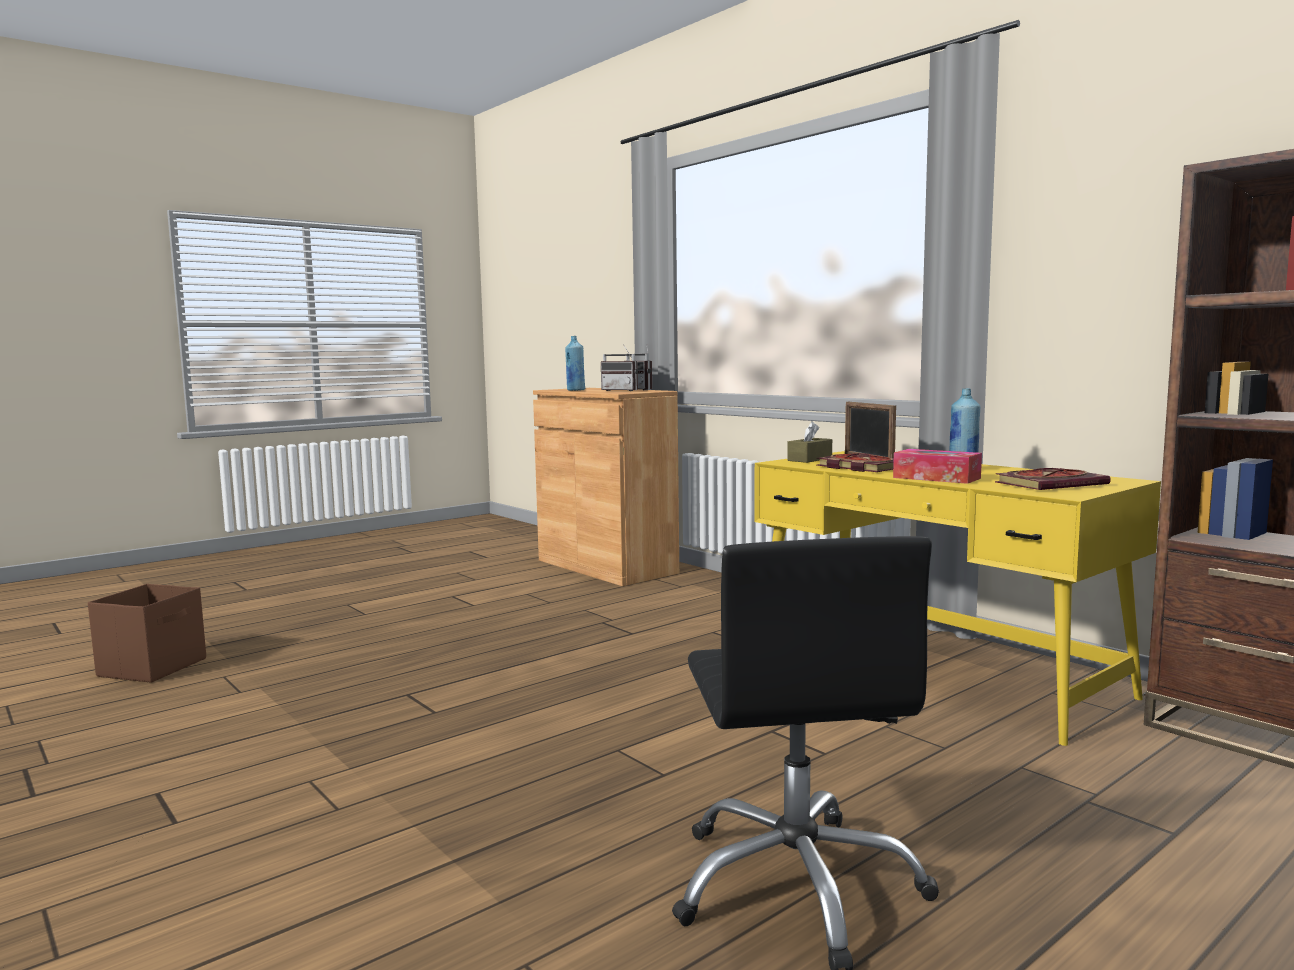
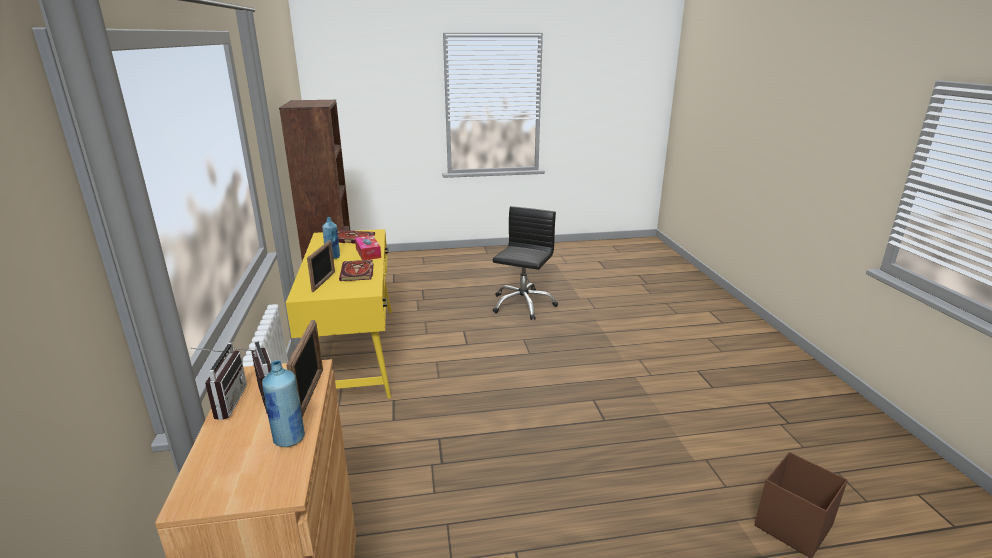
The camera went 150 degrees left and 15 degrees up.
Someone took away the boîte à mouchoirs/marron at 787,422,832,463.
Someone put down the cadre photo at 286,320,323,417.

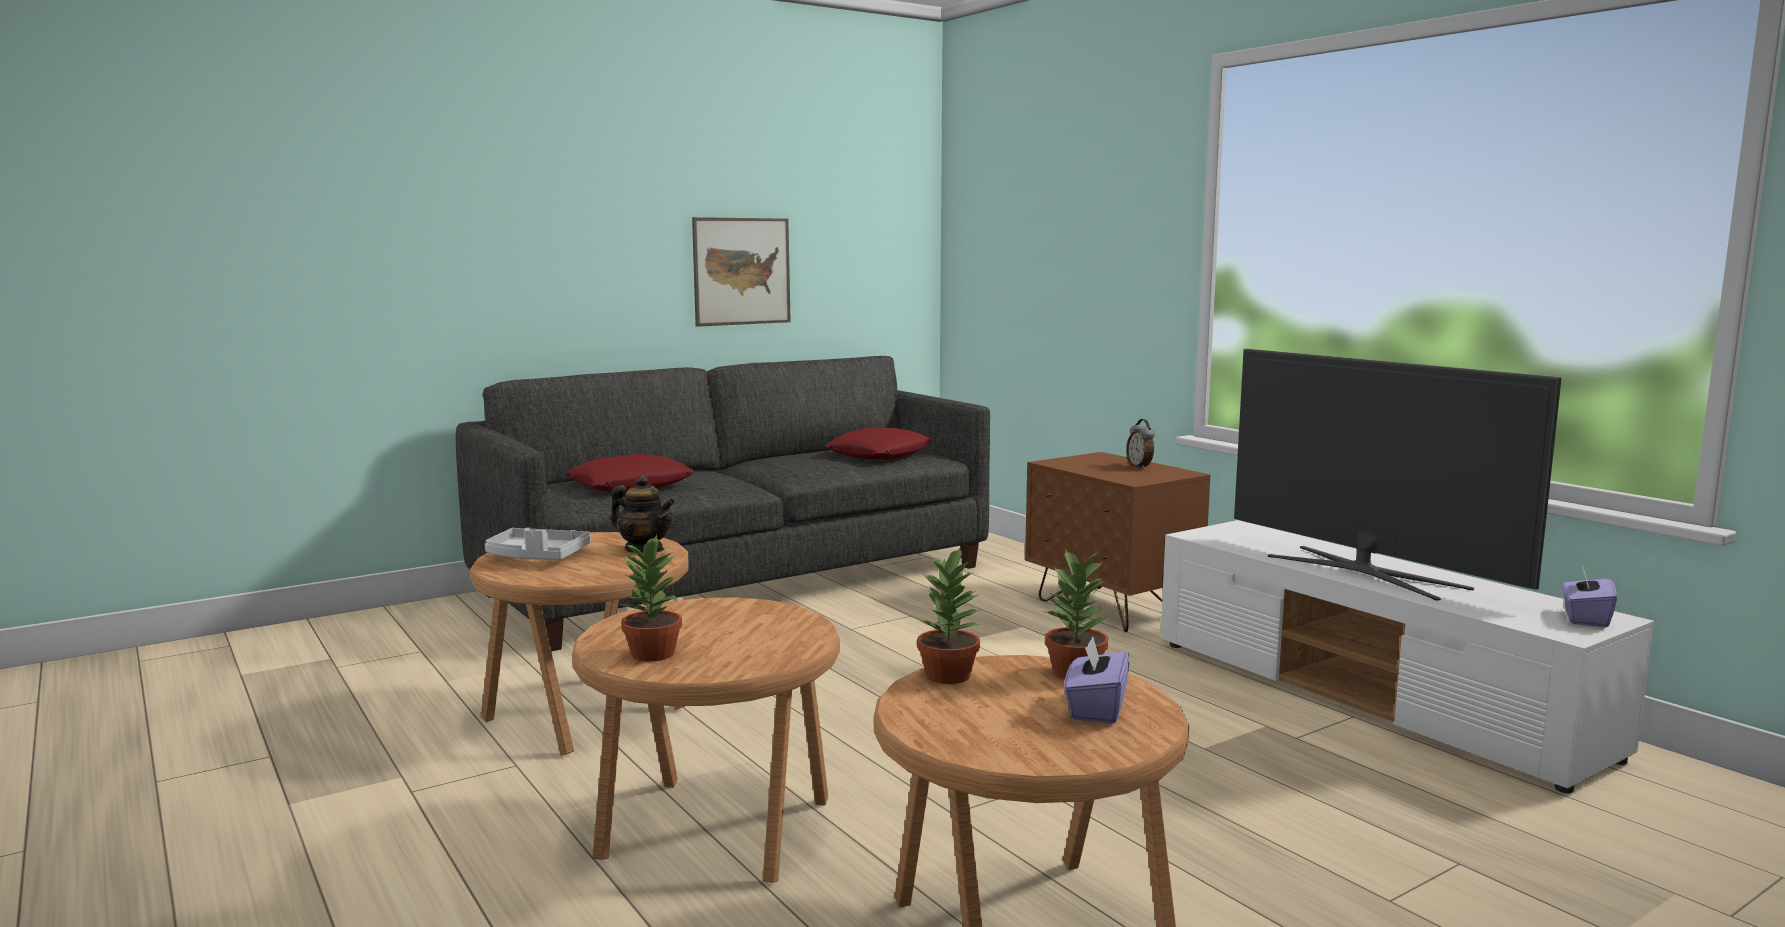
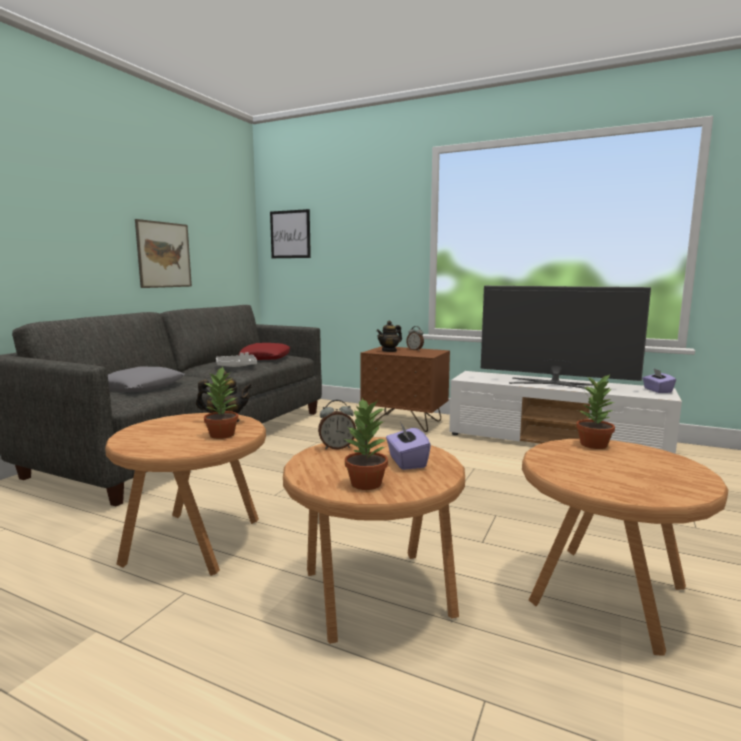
The camera went 30 degrees left and 0 degrees up.
Someone repainted the coussin/rouge at 565,454,695,492, which became the coussin/gris at 108,367,185,392.
Someone carried the plateau/gris from 485,528,591,560 to 216,352,257,367.
Someone carried the plante en pot from 917,547,980,684 to 203,367,238,439.
Someone carried the boîte à mouchoirs/violet from 1064,636,1130,724 to 386,422,431,470.
Someone put up the tableau at 270,209,311,258.
Someone put down the théière at 377,321,402,352.
Someone put down the réveil at 318,400,356,449.

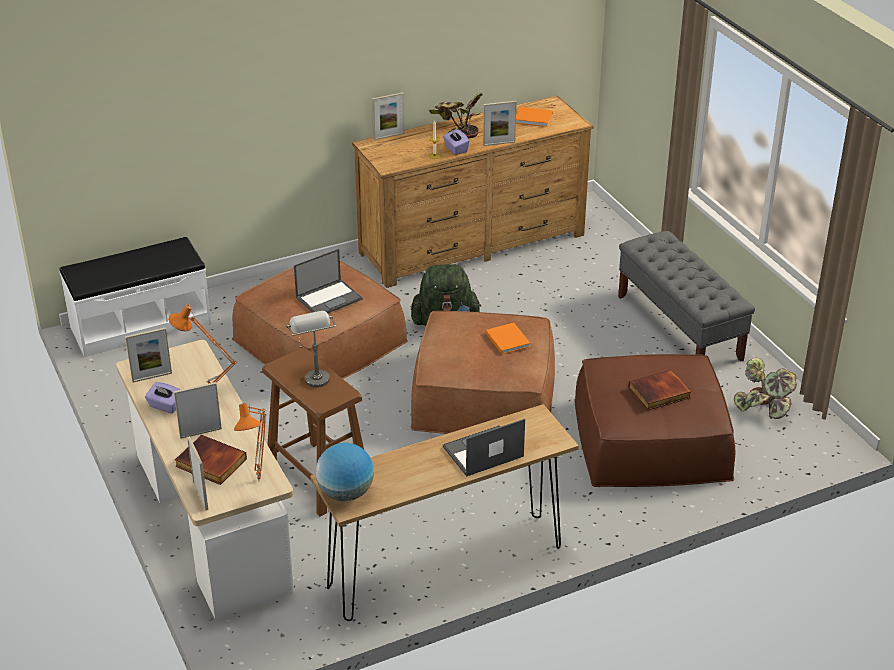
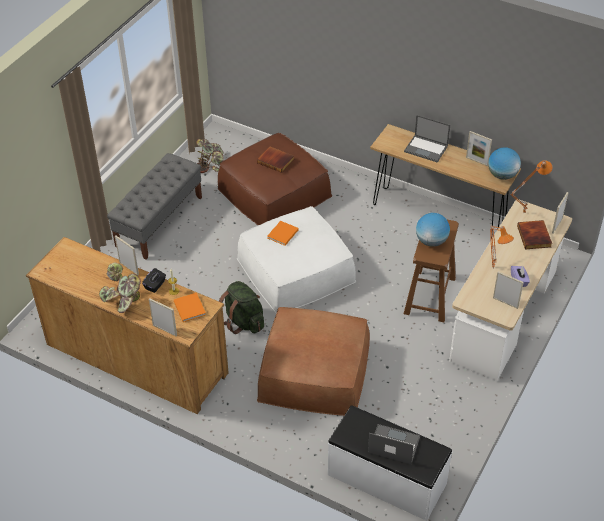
The camera went 125 degrees left and 10 degrees up.
Someone carried the livre/orange from 516,107,553,127 to 174,293,206,322.
Someone repainted the boîte à mouchoirs/violet at 443,129,470,155, which became the boîte à mouchoirs/noir at 142,268,166,293.
Someone carried the ordinateur portable from 294,249,362,313 to 368,424,420,464.
Someone swapped the lampe de table/gris at 286,311,336,388 for the globe at 416,213,450,247.
Someone repainted the pouf/marron at 411,311,555,434, which became the pouf/blanc at 237,206,356,313.
Someone carried the cadre photo from 174,382,222,439 to 466,131,492,166.

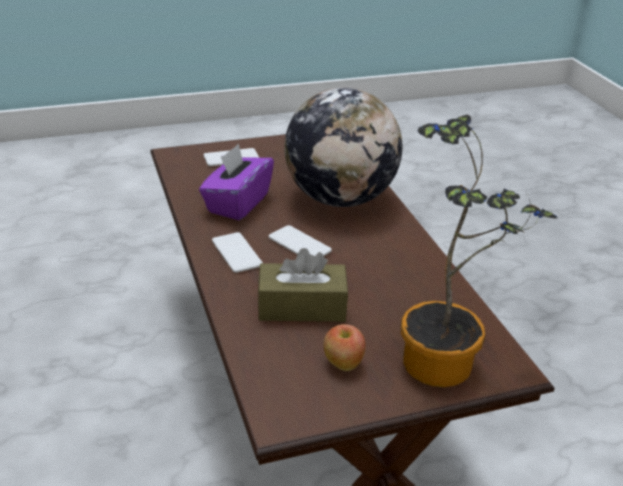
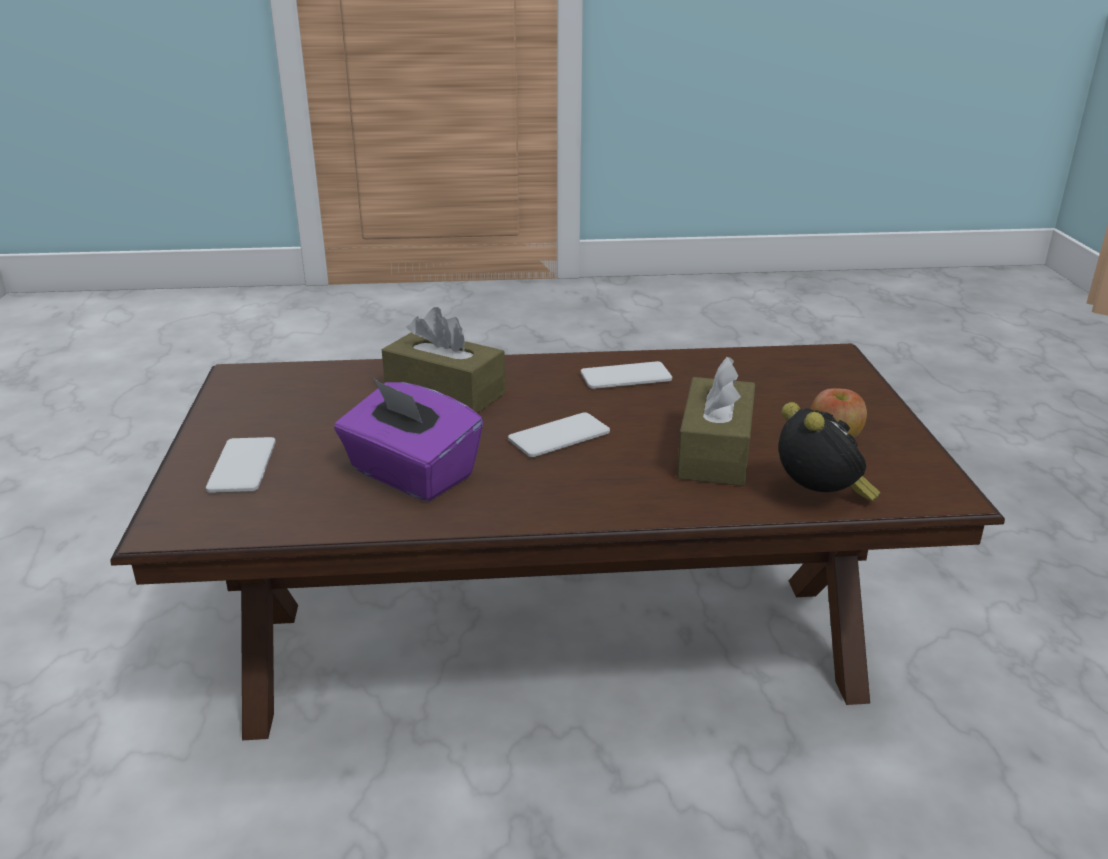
The camera went 75 degrees left and 5 degrees down.
Someone swapped the globe at 284,87,402,207 for the boîte à mouchoirs/marron at 382,307,505,414.
Someone took away the plante en pot at 401,114,558,387.
Someone carried the téléphone from 212,232,263,273 to 581,361,672,389.
Someone put down the réveil at 779,402,881,502.

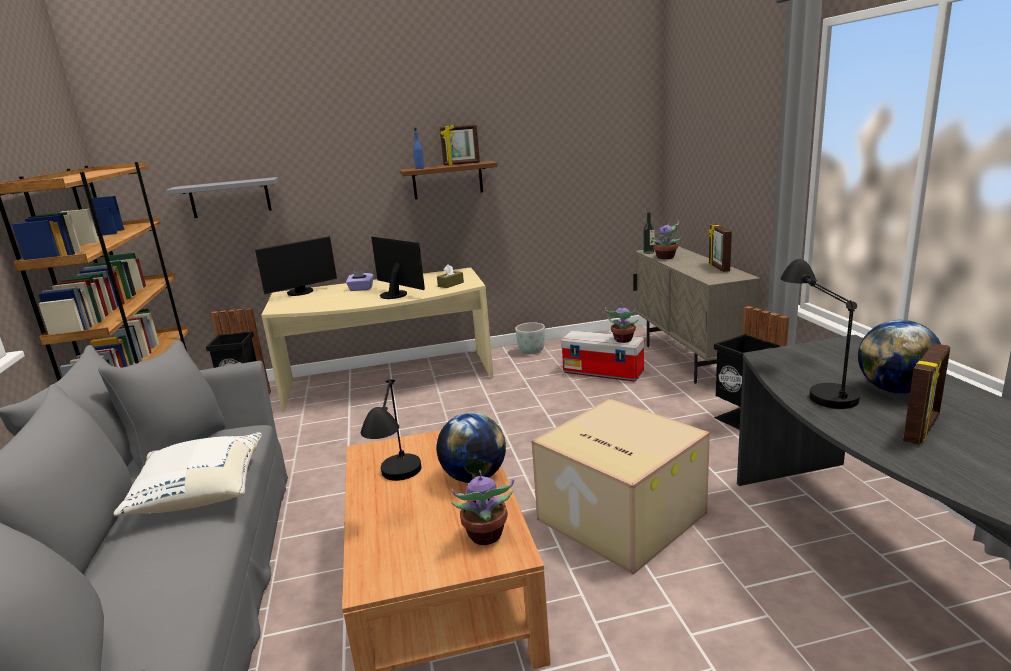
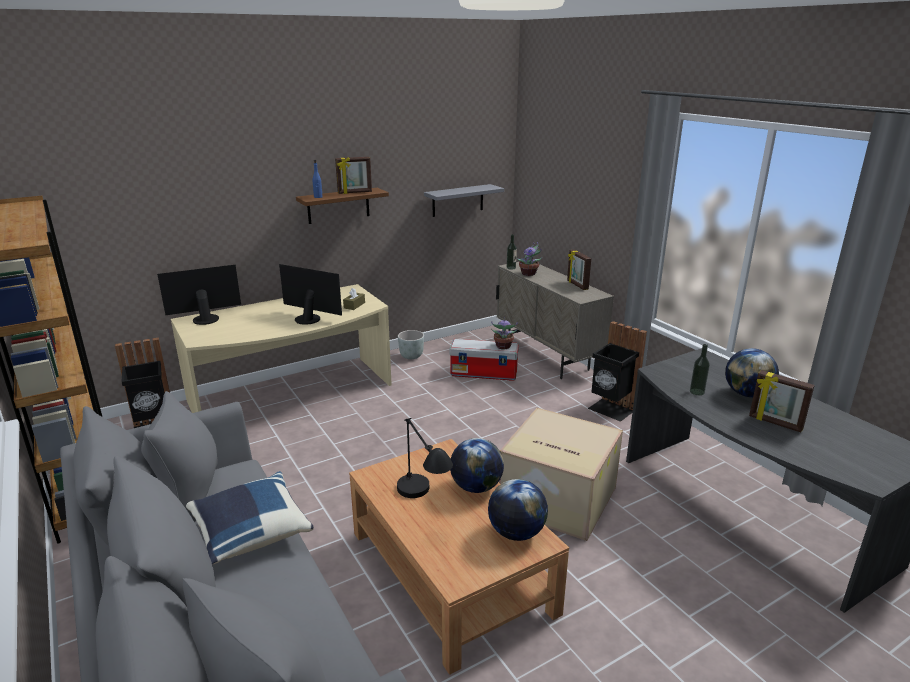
The camera went 20 degrees left and 5 degrees up.
Someone carried the étagère/gris from 166,177,279,218 to 424,184,504,217.
Someone rotated the écran d'ordinateur at 255,236,337,296 by 150 degrees counterclockwise.
Someone swapped the lampe de table/noir at 780,259,860,409 for the bouteille at 690,344,710,395.
Someone took away the boîte à mouchoirs/violet at 346,271,373,291.
Someone rotated the cadre photo at 903,343,950,445 by 105 degrees clockwise.
Someone repainted the coussin/blanc at 114,432,262,517, which became the coussin/bleu at 186,471,314,565.
Someone swapped the plante en pot at 451,470,514,545 for the globe at 488,479,548,541.

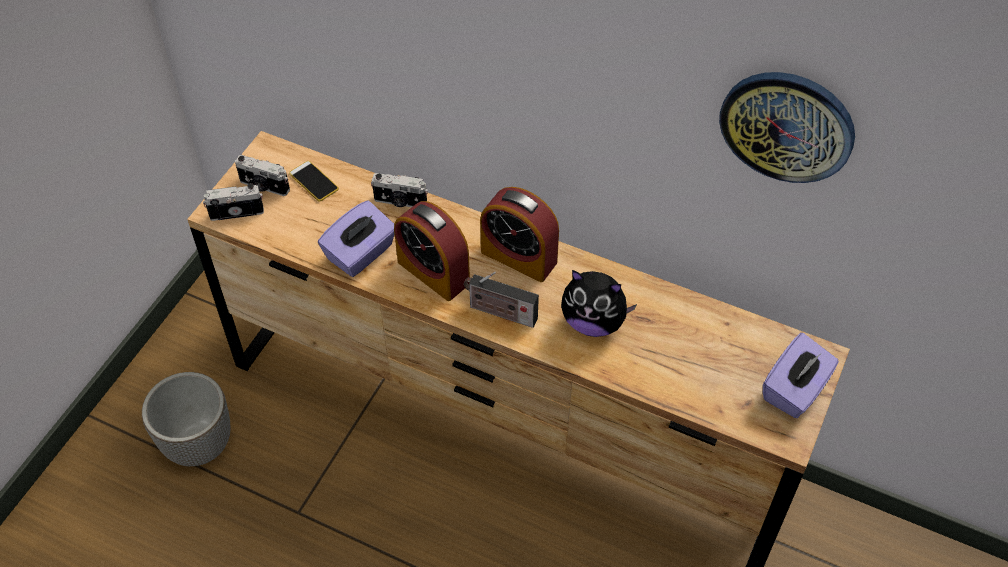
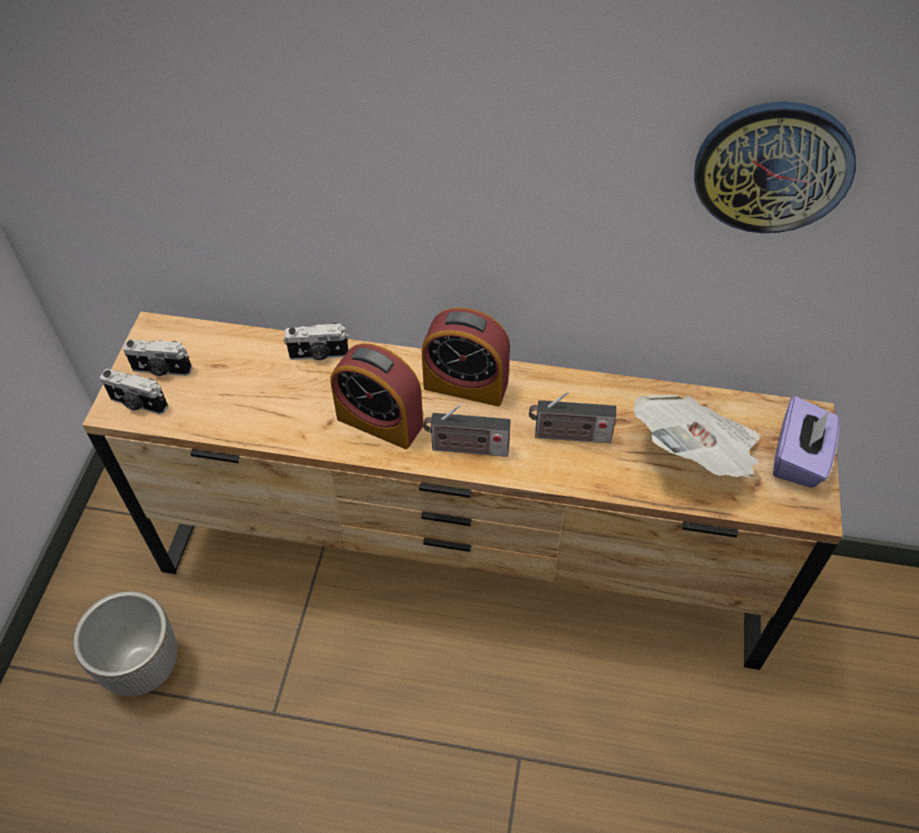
The camera went 15 degrees left and 0 degrees up.
Someone took away the téléphone at 289,161,339,202.
Someone rotated the appareil photo at 203,183,264,221 by 135 degrees counterclockwise.
Someone took away the boîte à mouchoirs/violet at 318,201,395,277.
Someone swapped the peluche at 561,270,637,337 for the radio at 529,391,616,443.
Someone put down the journal at 633,395,760,478.

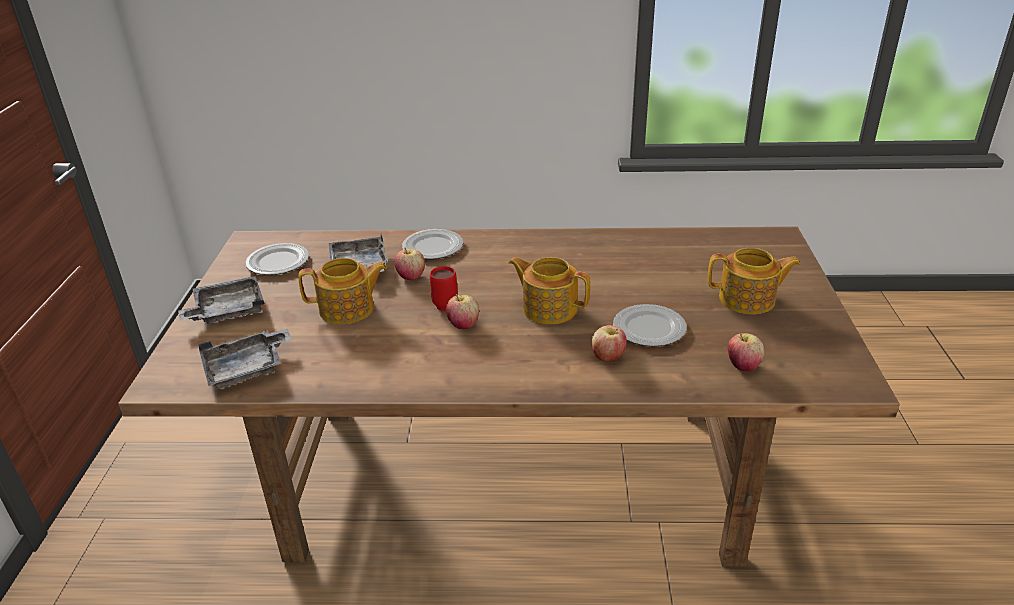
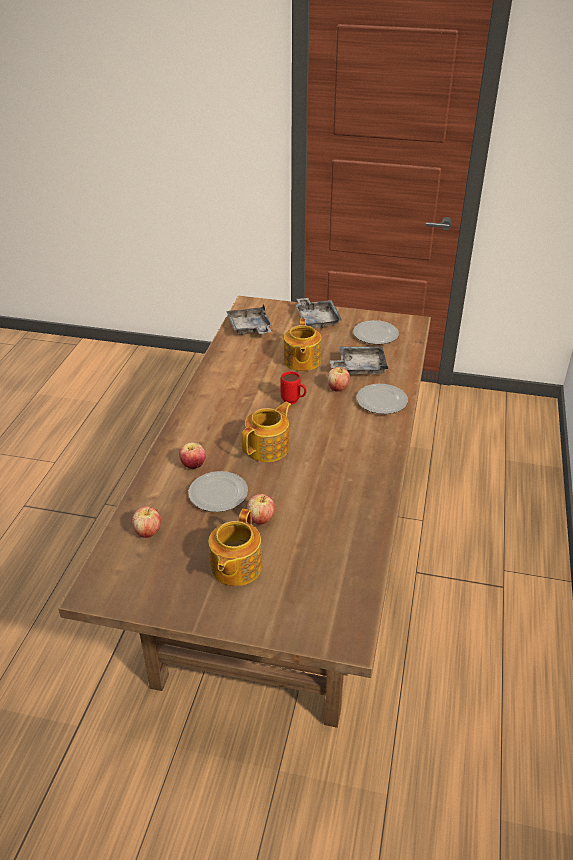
The camera went 100 degrees right and 5 degrees up.
Someone carried the pomme from 446,294,479,329 to 247,494,275,525.

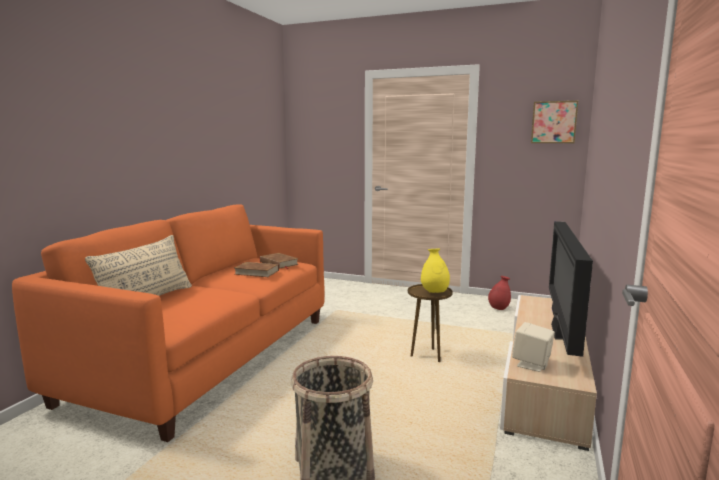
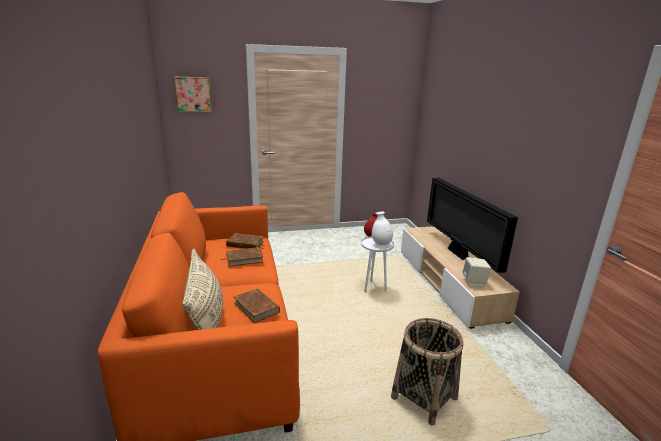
The camera went 35 degrees left and 10 degrees up.
Someone carried the tableau from 531,101,578,143 to 174,77,212,112.
Someone repainted the vase/jaune at 421,248,450,293, which became the vase/blanc at 372,212,393,245.
Someone repainted the table d'appoint/marron at 408,284,453,362, which became the table d'appoint/blanc at 361,236,394,292.
Someone put down the livre/marron at 234,288,280,323.

